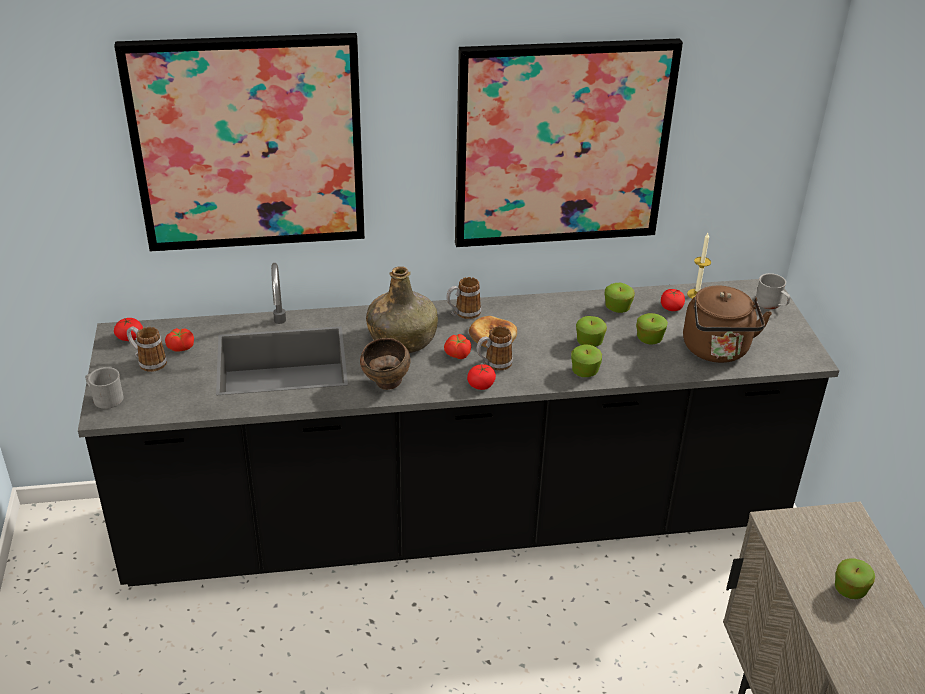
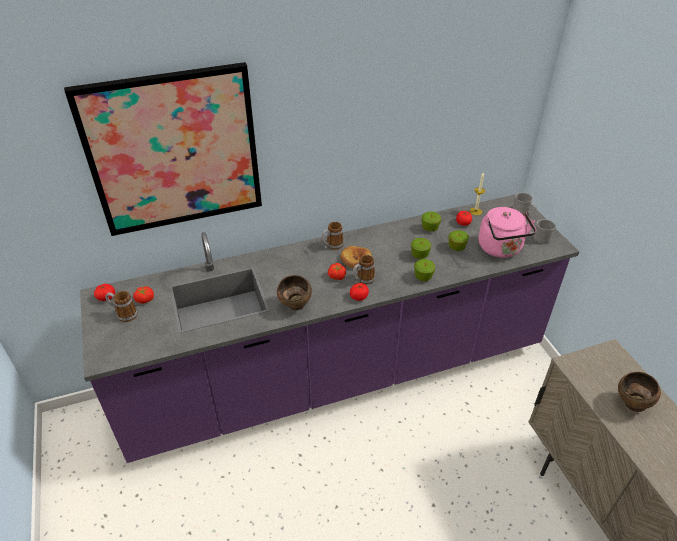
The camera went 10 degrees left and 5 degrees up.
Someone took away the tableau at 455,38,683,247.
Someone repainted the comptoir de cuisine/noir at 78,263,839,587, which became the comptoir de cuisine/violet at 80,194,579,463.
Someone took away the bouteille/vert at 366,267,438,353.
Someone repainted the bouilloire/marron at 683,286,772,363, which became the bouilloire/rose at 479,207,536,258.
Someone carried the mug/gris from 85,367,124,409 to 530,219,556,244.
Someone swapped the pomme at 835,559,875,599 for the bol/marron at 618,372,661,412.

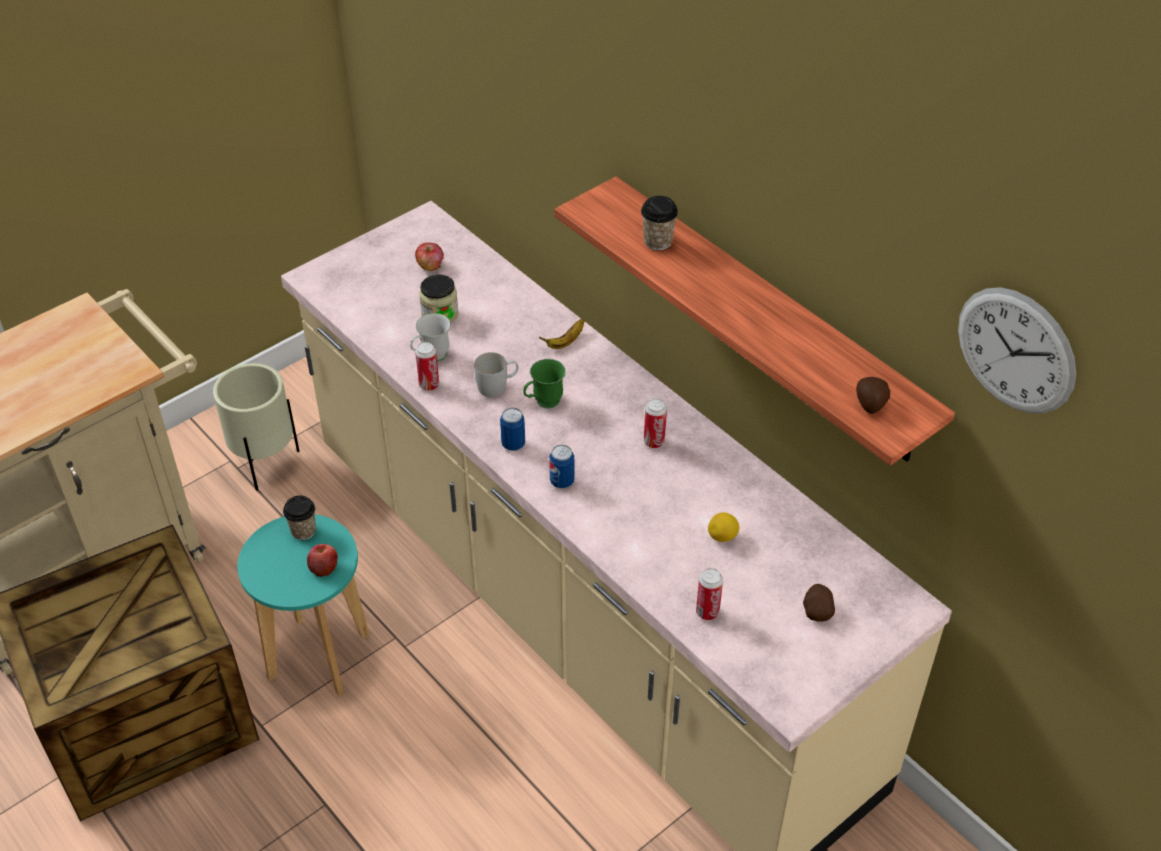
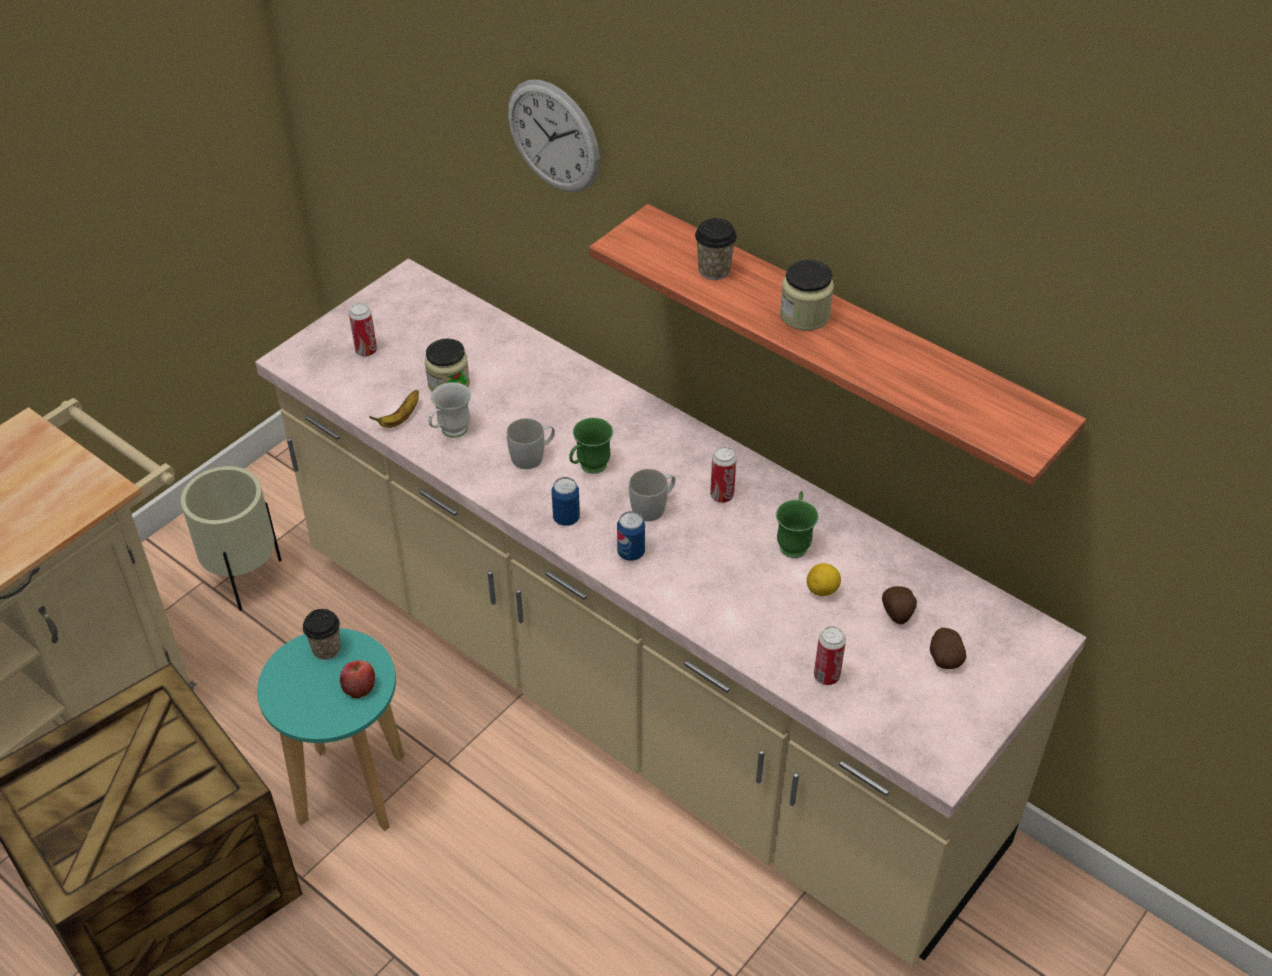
The camera went 10 degrees left and 0 degrees up.
Someone took away the pomme at 415,242,444,271.
Someone carried the horloge murale from 958,287,1076,414 to 508,80,600,192.
Someone carried the banane from 539,319,584,349 to 369,390,419,428.
Someone carried the boîte métallique from 415,342,439,391 to 349,303,377,357.
Someone carried the pomme de terre from 856,377,890,414 to 882,586,917,624.
Someone put down the bocal at 780,259,834,331.
Someone put down the mug/blanc at 629,469,675,521.
Someone put down the mug/vert at 776,491,819,558.

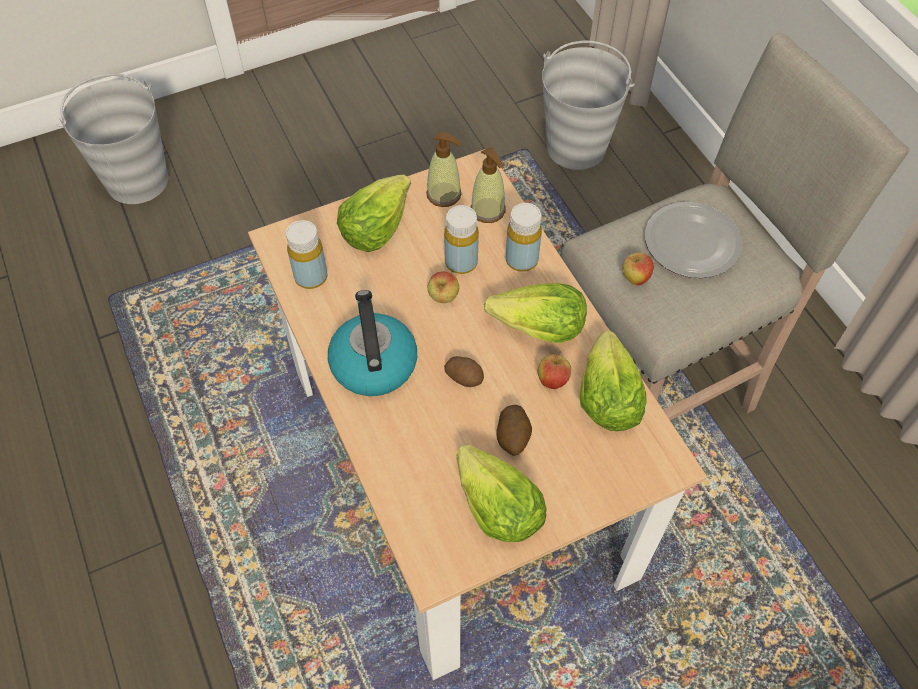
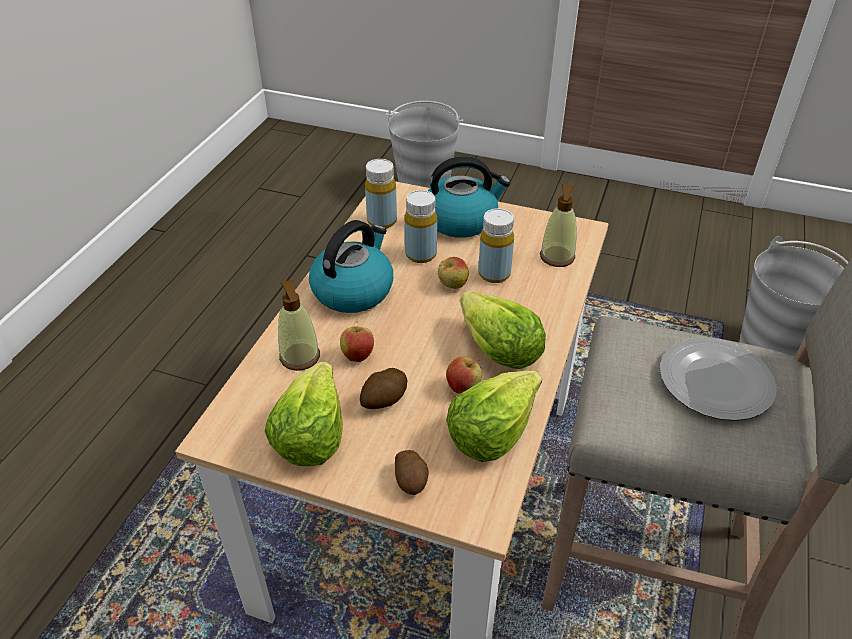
The camera went 45 degrees right and 15 degrees down.
Someone carried the distributeur de savon from 426,131,461,207 to 278,280,320,371.
Someone swapped the laitue at 337,175,411,252 for the bouilloire at 428,156,511,238.
Someone carried the bouteille/jaune from 506,203,542,272 to 404,190,437,263.
Someone carried the pomme from 622,252,654,286 to 340,321,374,362.
Someone carried the pomme de terre from 444,356,484,387 to 395,450,429,495.

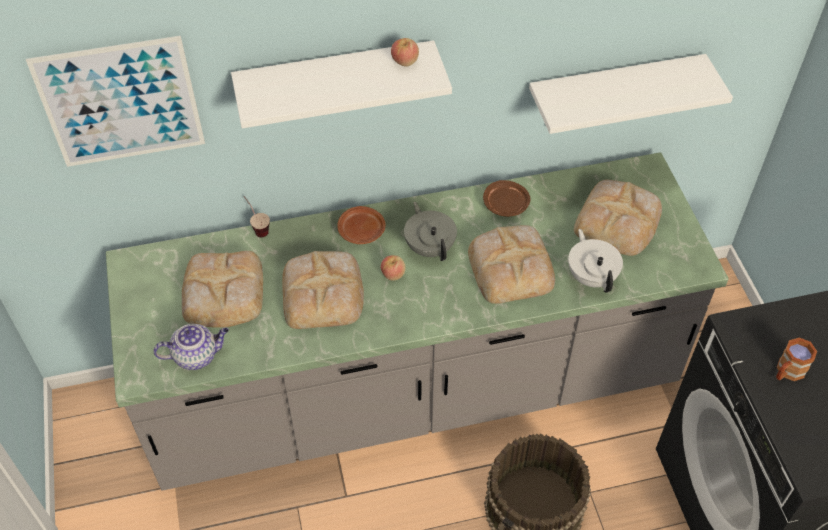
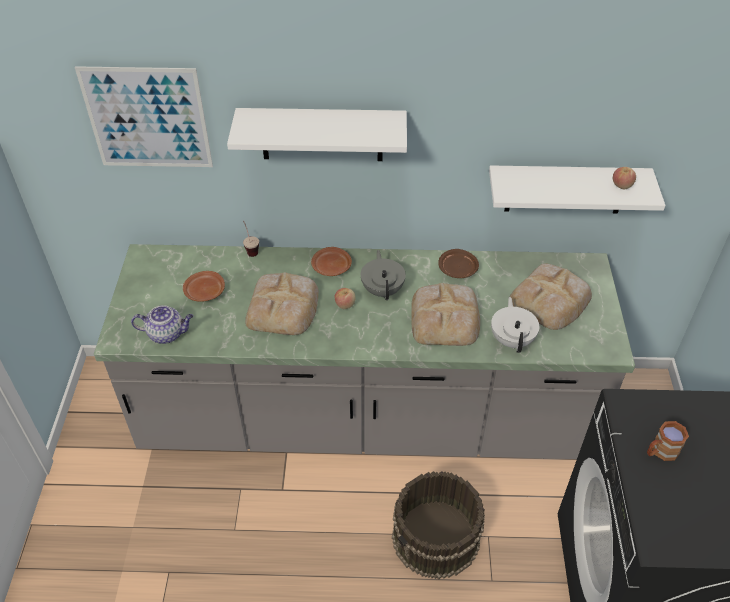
The camera went 15 degrees right and 5 degrees down.
Someone carried the pomme from 391,38,419,67 to 613,167,636,189.
Someone swapped the pain at 182,251,263,328 for the assiette/marron at 183,271,225,302.

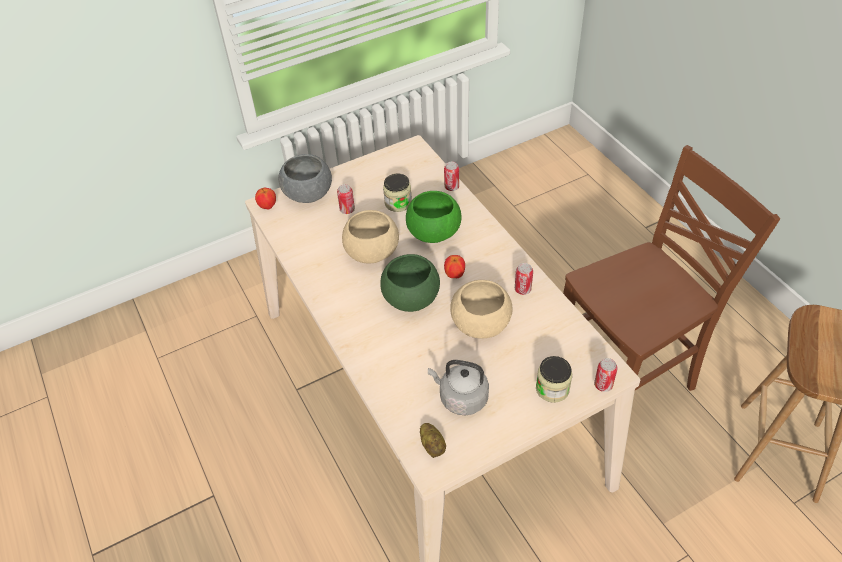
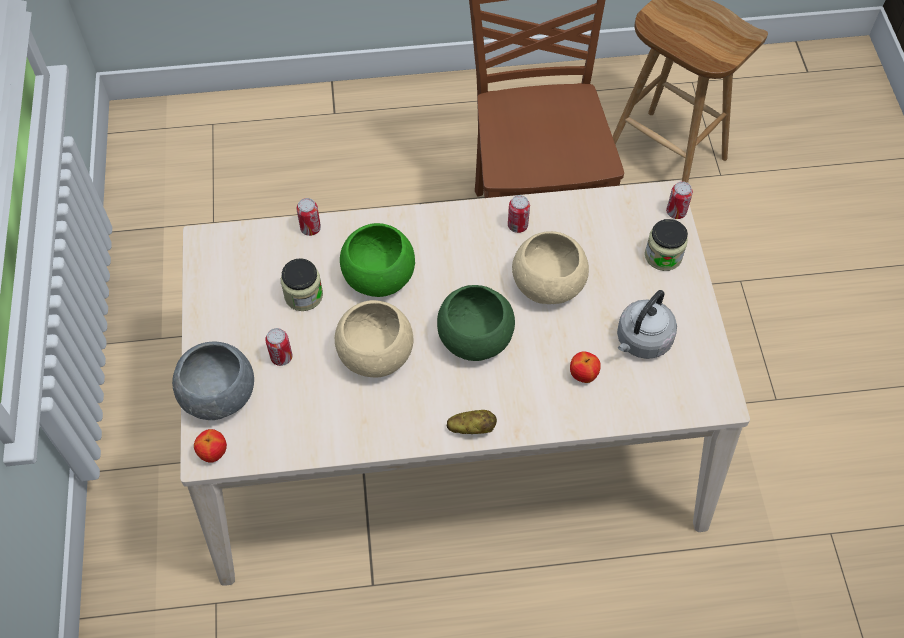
The camera went 70 degrees left and 10 degrees up.
Someone carried the pomme from 444,255,465,278 to 570,351,601,383.
Someone carried the pomme de terre from 420,423,446,458 to 447,410,497,434.

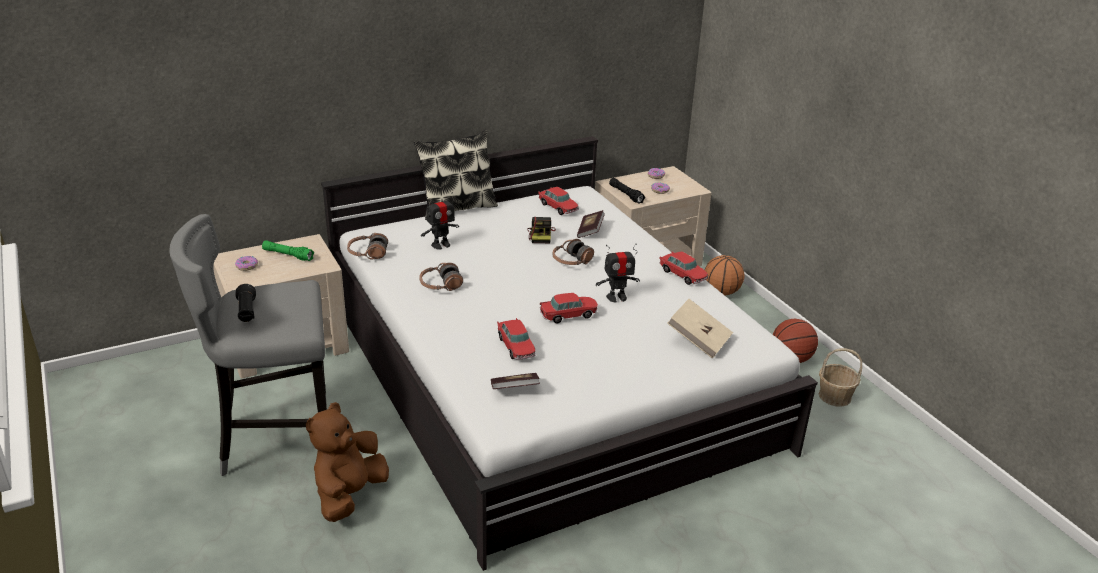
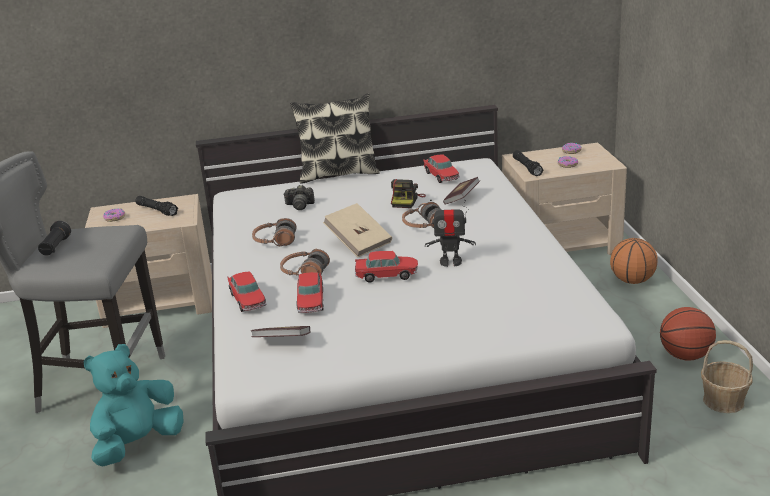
The camera went 20 degrees right and 5 degrees down.
Someone swapped the robot jouet at 421,192,459,249 for the appareil photo at 283,185,315,210.
Someone carried the casque audio from 347,233,388,260 to 280,249,330,276.
Someone repainted the lampe de poche/vert at 262,241,314,261, which became the lampe de poche/noir at 135,196,178,216.
Someone carried the petite voiture from 659,252,708,285 to 228,271,266,312.
Someone carried the livre/beige from 667,299,733,359 to 323,203,392,257.
Someone repainted the peluche/marron at 306,402,389,522, which became the peluche/turquoise at 84,344,184,466.

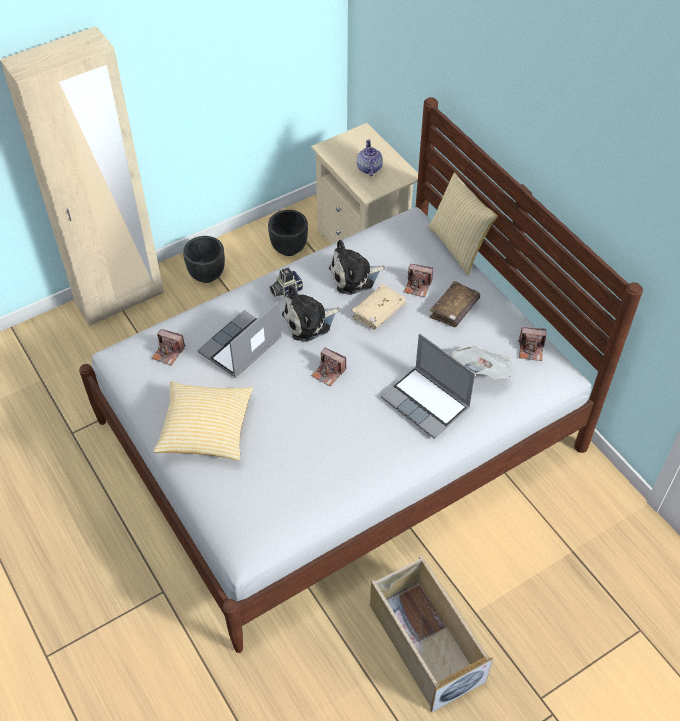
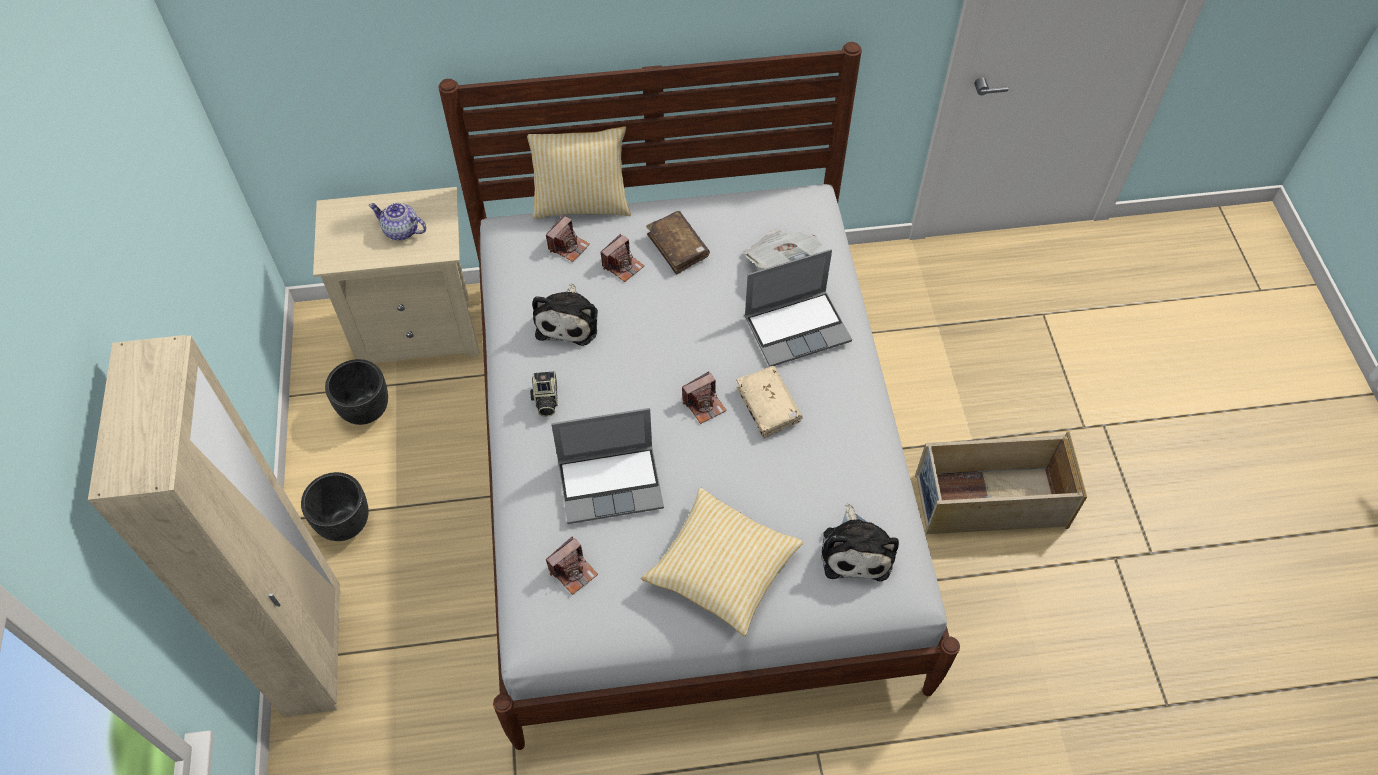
The camera went 65 degrees left and 5 degrees up.
Someone carried the livre/beige from 352,284,406,330 to 736,366,803,438.
Someone carried the peluche from 282,285,340,342 to 821,504,899,581.
Someone rotated the ordinateur portable at 197,301,282,378 by 75 degrees counterclockwise.
Someone carried the appareil photo from 518,327,547,361 to 546,215,590,262.

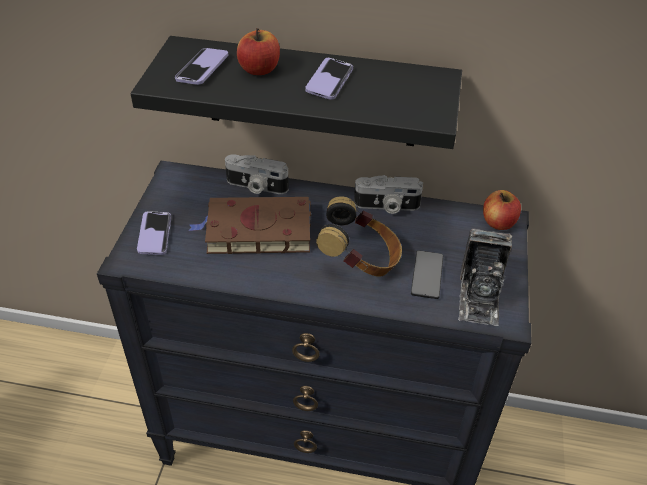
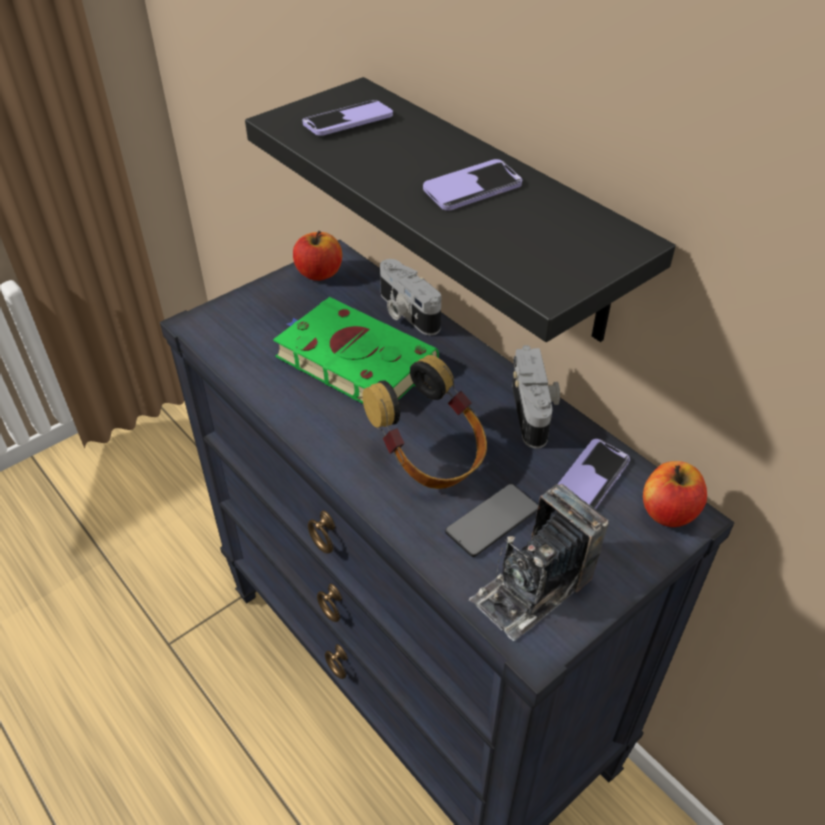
The camera went 40 degrees right and 0 degrees up.
Someone carried the pomme from 237,28,280,75 to 293,231,342,281.
Someone rotated the appareil photo at 354,175,423,214 by 135 degrees counterclockwise.
Someone repainted the livre/marron at 189,197,311,254, which became the livre/vert at 273,297,439,404.
Someone carried the téléphone from 137,211,171,255 to 558,439,630,510.

